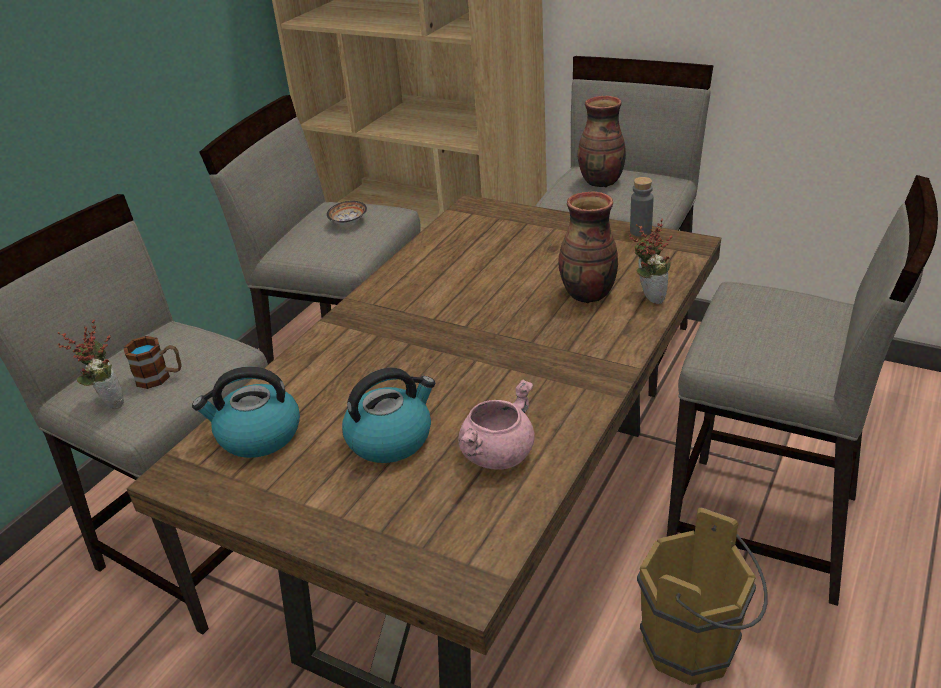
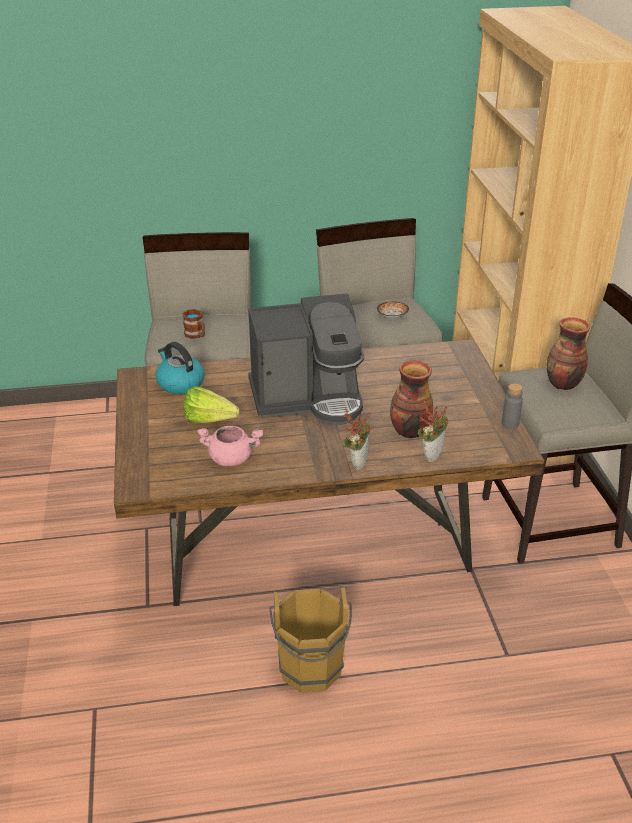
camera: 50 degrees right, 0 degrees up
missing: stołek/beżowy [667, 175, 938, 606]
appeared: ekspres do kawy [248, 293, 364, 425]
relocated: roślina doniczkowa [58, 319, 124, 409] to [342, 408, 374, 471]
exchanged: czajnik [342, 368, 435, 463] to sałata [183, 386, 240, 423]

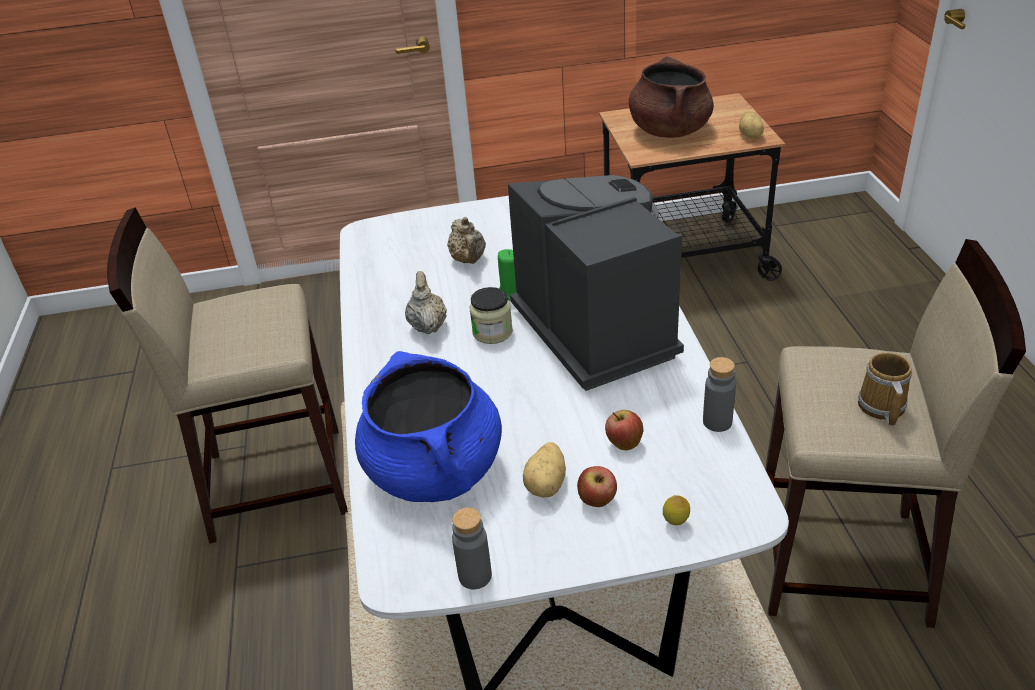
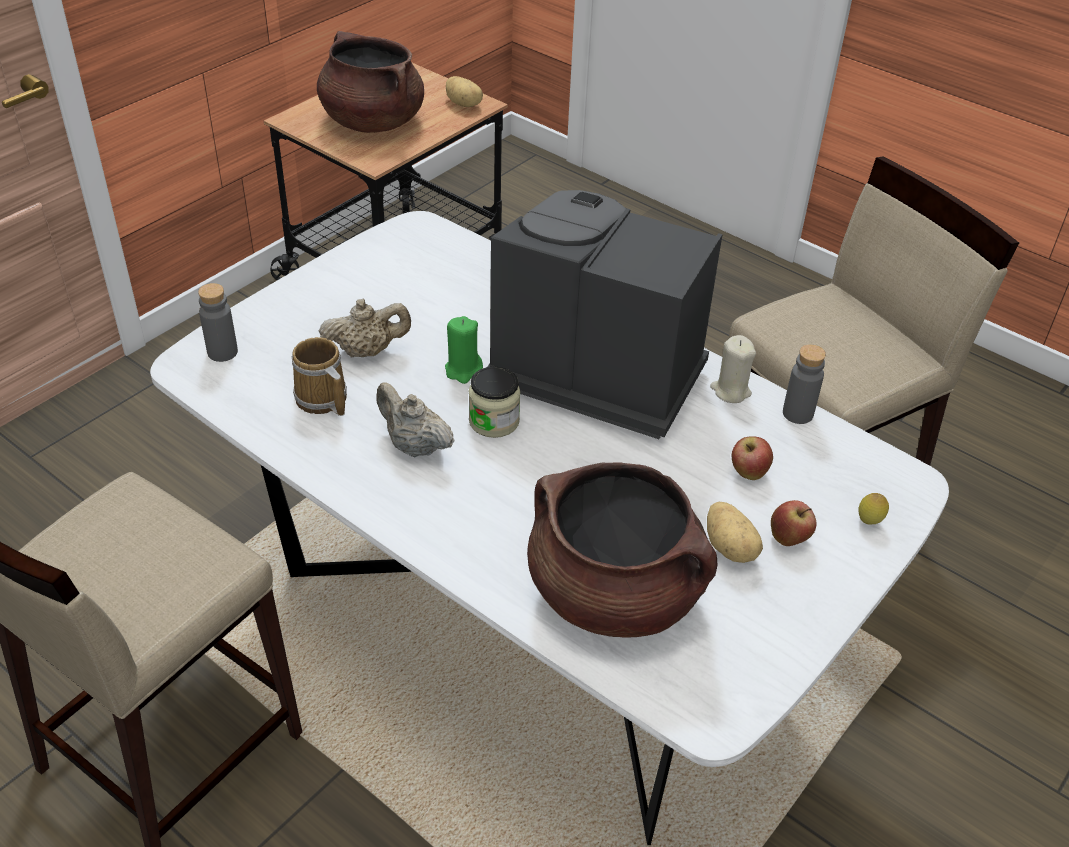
camera: 45 degrees left, 5 degrees up
appeared: świeca/beżowy [710, 335, 756, 403]
relocated: butelka/szary [452, 507, 492, 589] to [198, 283, 238, 362]; kubek [858, 352, 912, 426] to [292, 337, 347, 416]
colour: garnek/niebieski [355, 351, 502, 502] to garnek/brązowy [527, 463, 717, 638]
spun: imbryk/beżowy [447, 217, 486, 264] = [319, 299, 411, 358] 45 degrees counterclockwise

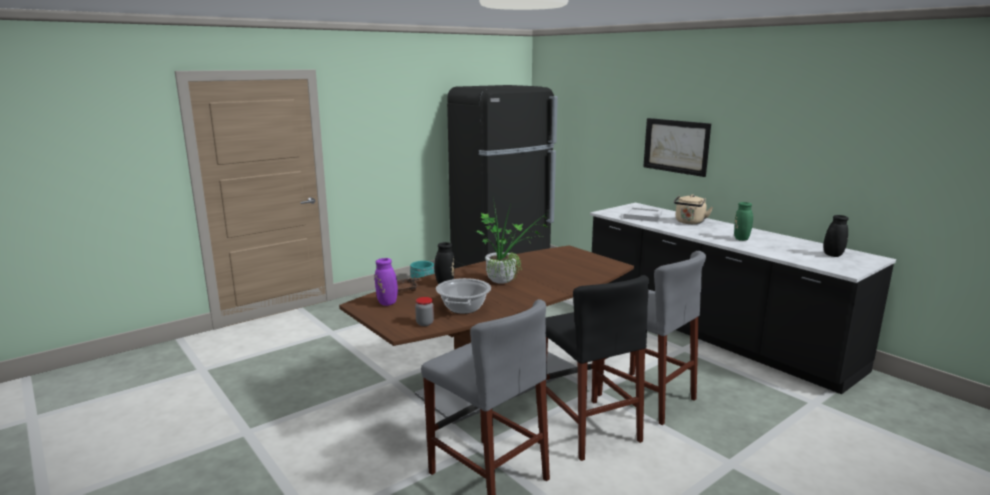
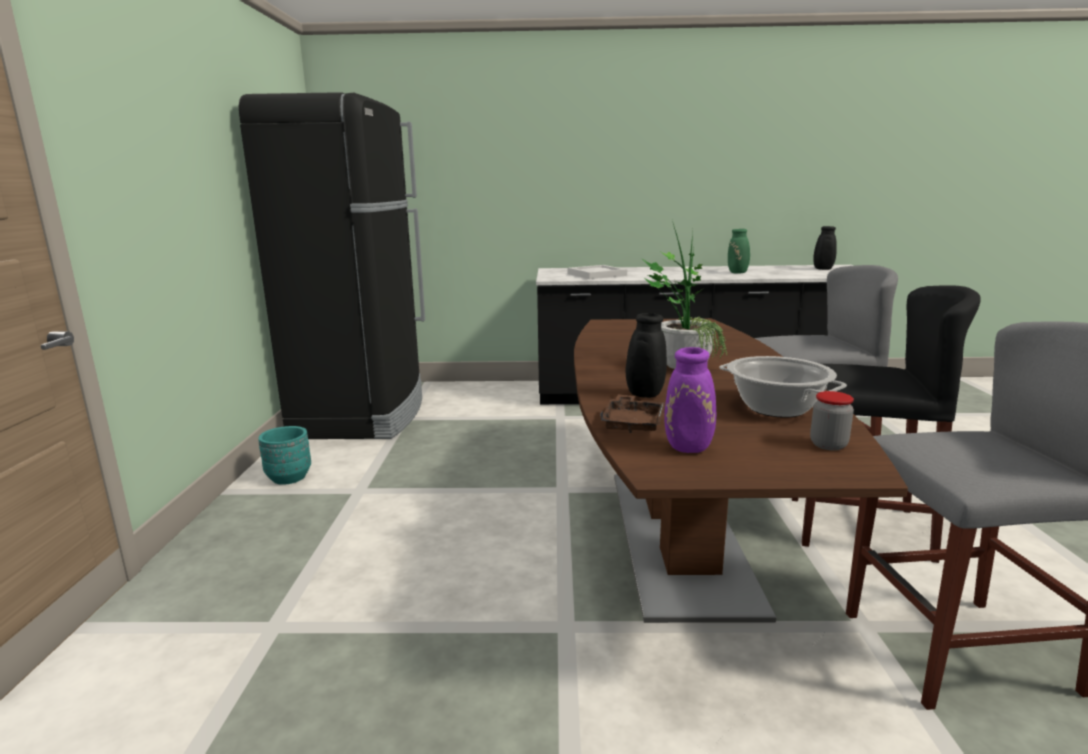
camera: 50 degrees left, 0 degrees up
missing: obraz [643, 118, 711, 177]; czajnik/beżowy [674, 195, 713, 224]

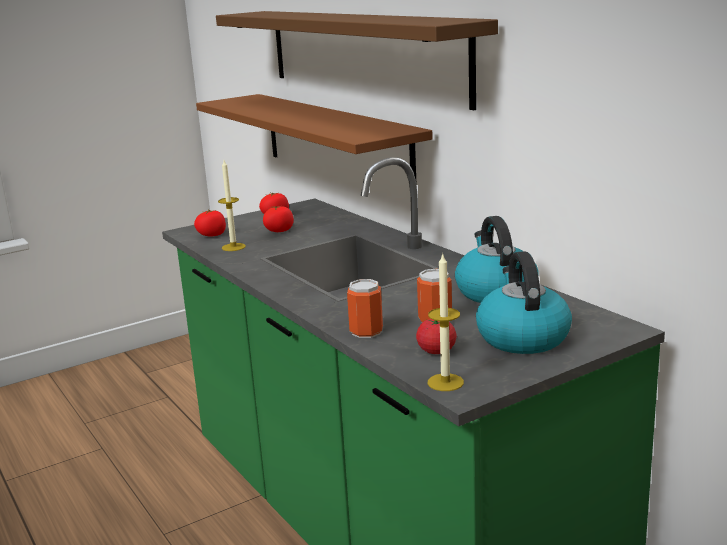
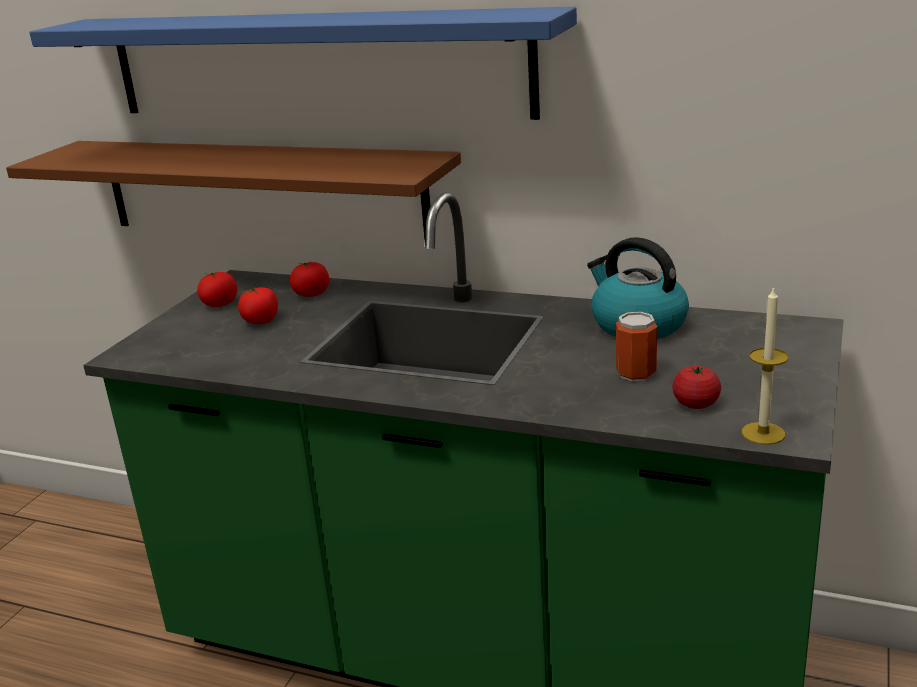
camera: 35 degrees left, 5 degrees up
missing: świeca [218, 160, 246, 251]; puszka [347, 279, 383, 338]; czajnik [476, 251, 572, 354]
relocated: pomidor [194, 209, 226, 236] to [290, 261, 329, 297]
colour: półka/brązowy [216, 11, 498, 110] to półka/niebieski [29, 7, 577, 120]

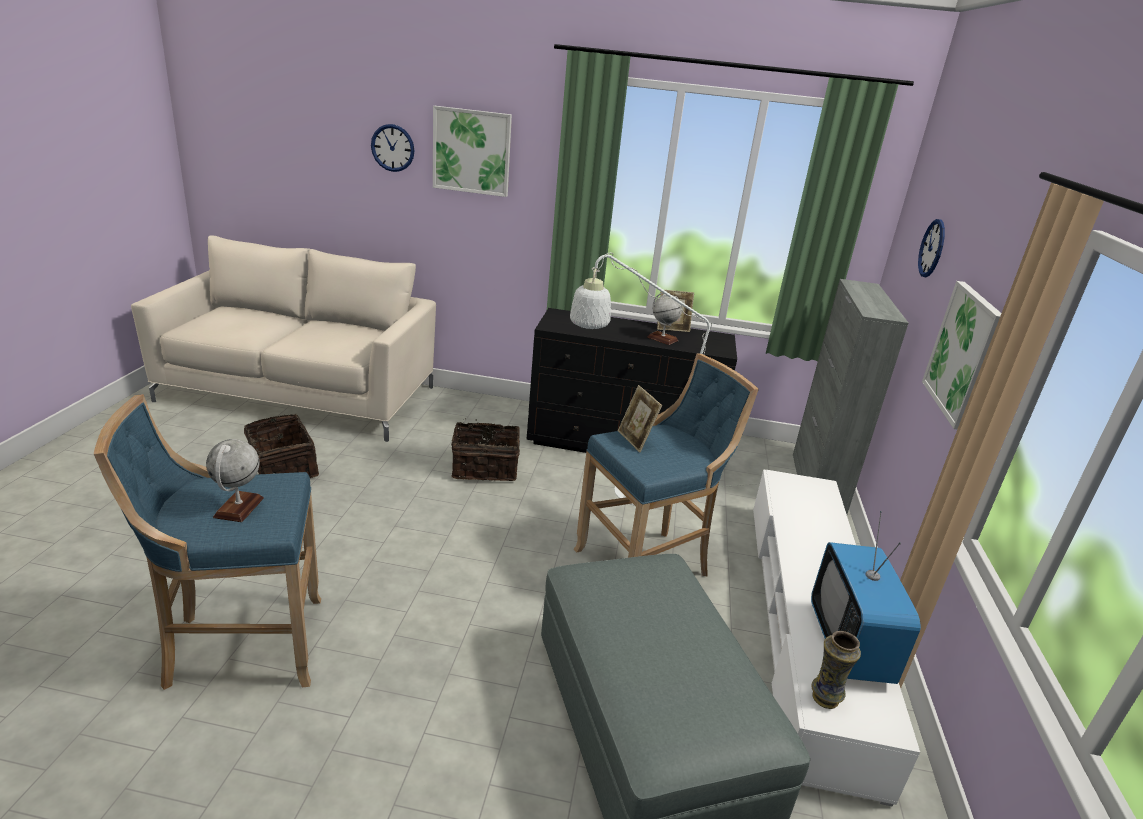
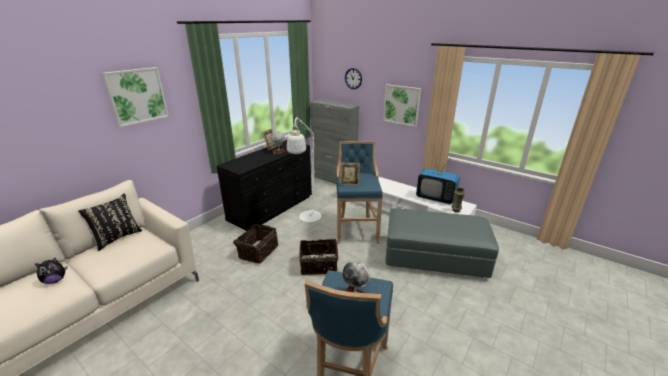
camera: 60 degrees left, 0 degrees up
missing: zegar ścienny [371, 124, 415, 172]
appeared: pluszak [35, 258, 68, 284]; poduszka/czarny [79, 194, 142, 251]
relocated: koszyk [244, 414, 319, 478] to [299, 239, 338, 275]

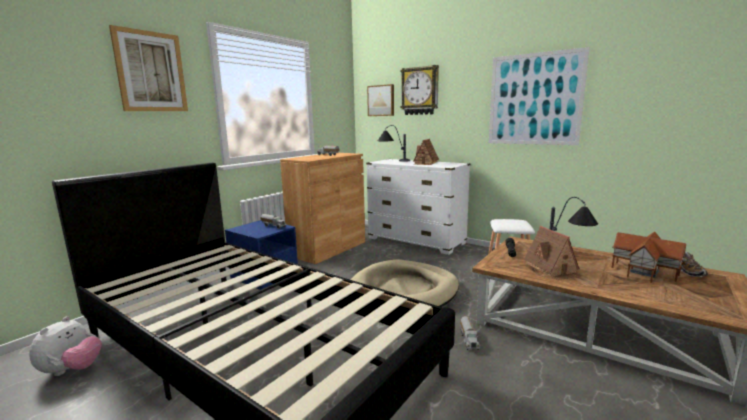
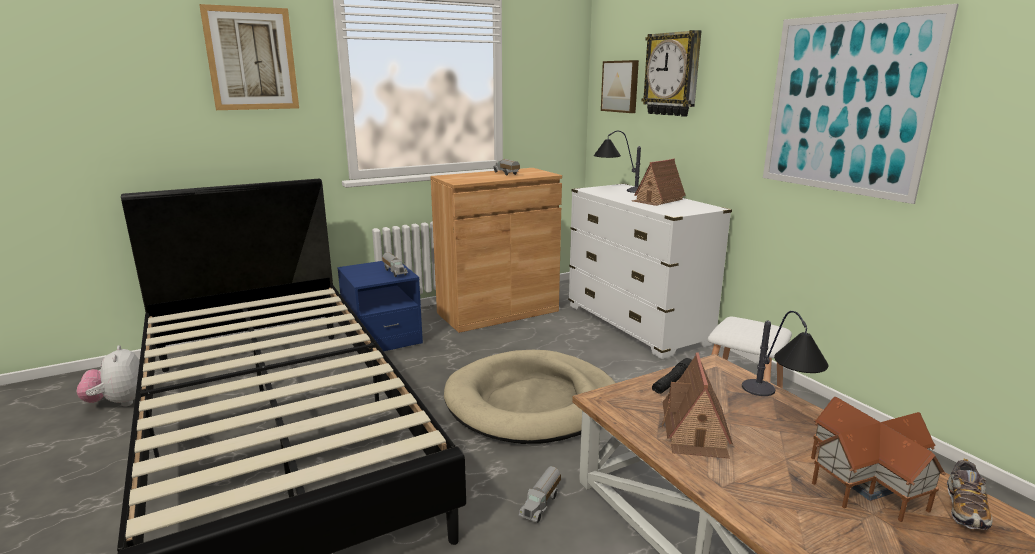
camera: 25 degrees right, 5 degrees up
spun: pluszak [29, 317, 102, 376] = [77, 345, 140, 407] 120 degrees clockwise

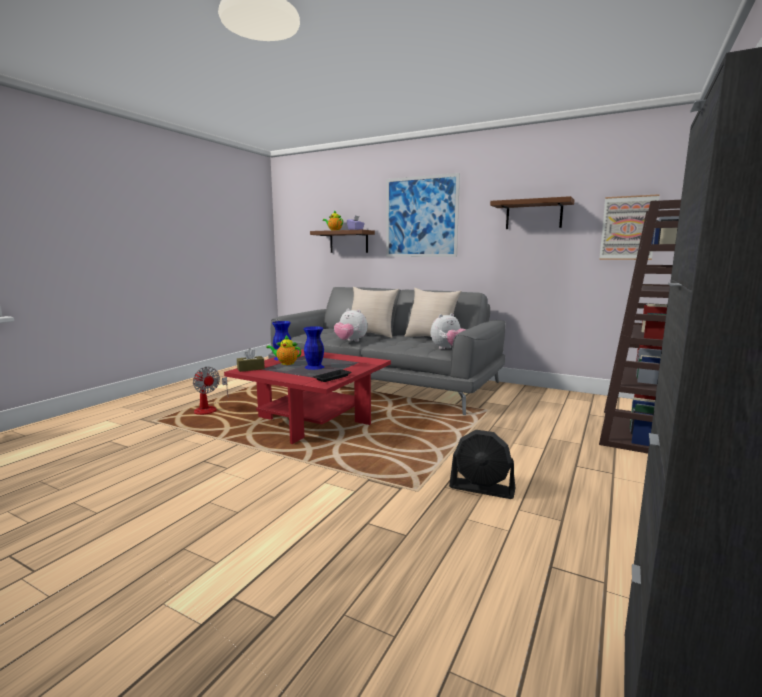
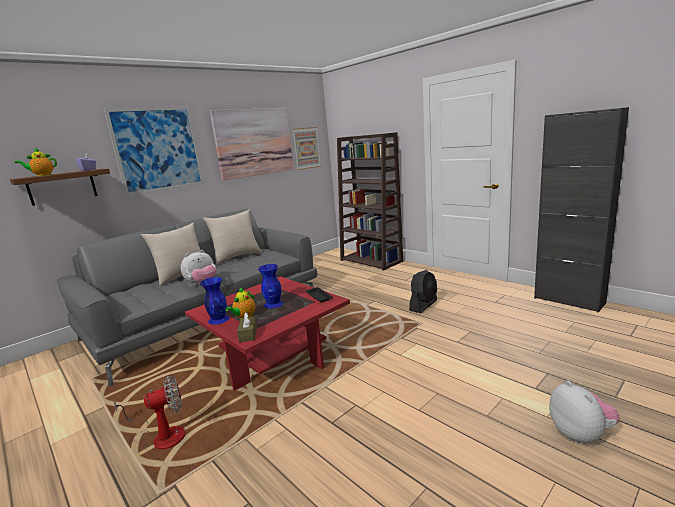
camera: 70 degrees left, 5 degrees up
relocated: pluszak [431, 313, 465, 349] to [549, 381, 620, 444]
exchanged: półka/brązowy [490, 196, 574, 229] to obraz [210, 108, 294, 181]

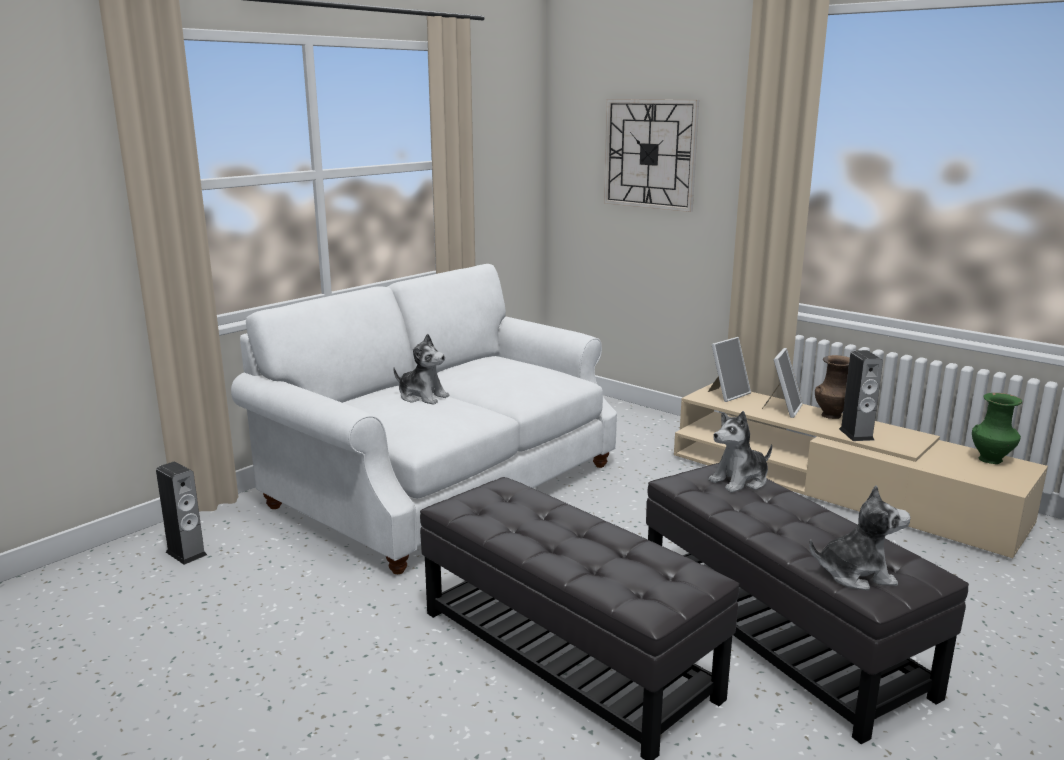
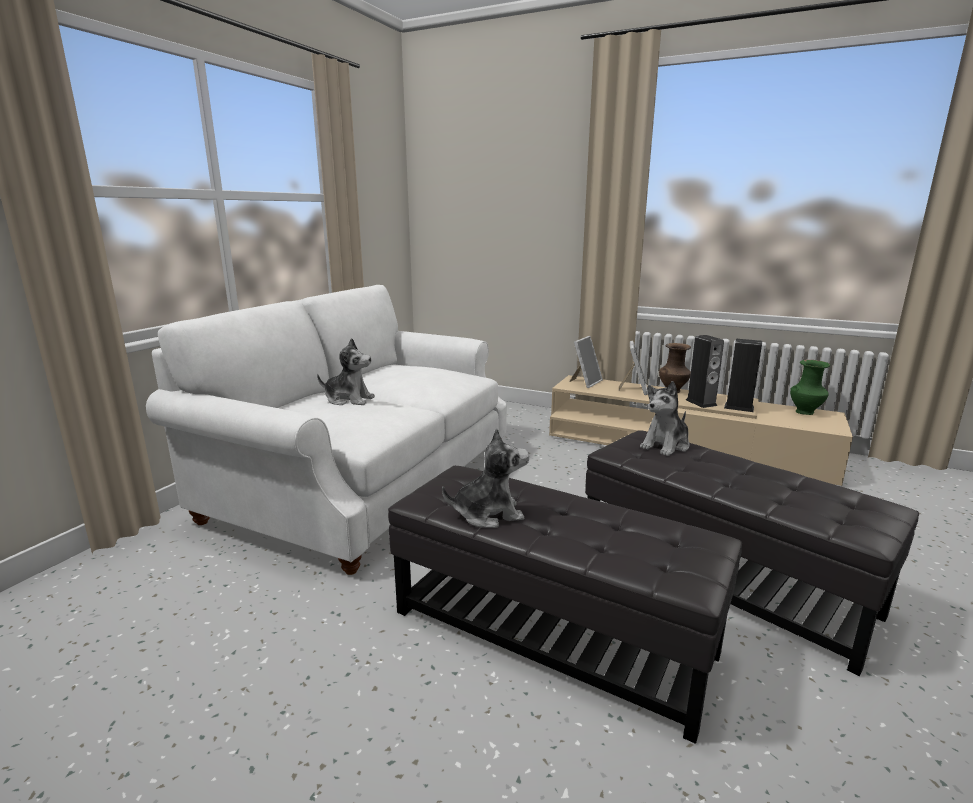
camera: 15 degrees left, 0 degrees up
missing: zegar ścienny [604, 99, 699, 212]
relocated: głośnik [156, 462, 207, 565] to [724, 339, 762, 412]; pluszak [809, 485, 910, 590] to [442, 428, 529, 528]

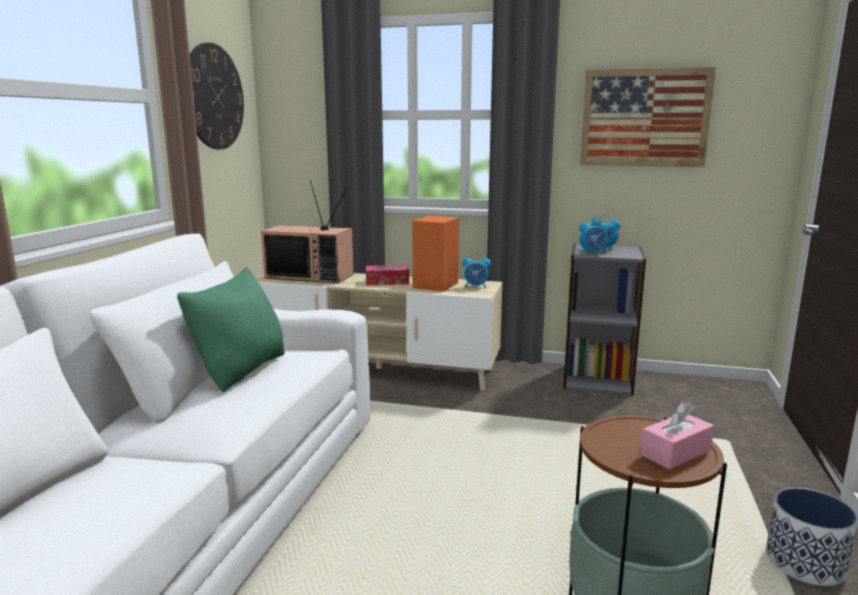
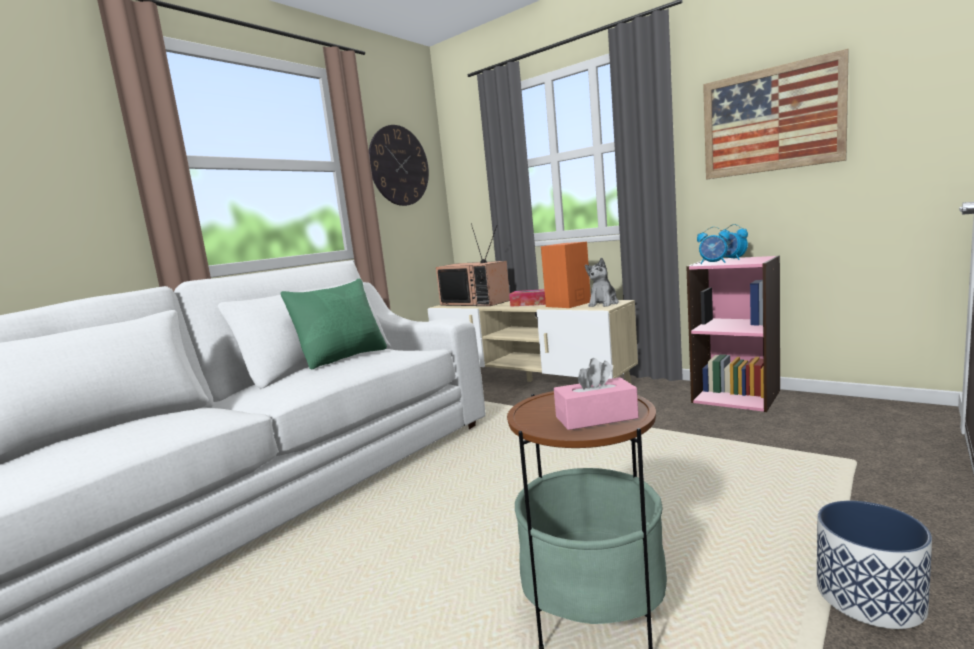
camera: 25 degrees right, 5 degrees down
exchanged: budzik [463, 253, 491, 288] to pluszak [585, 258, 619, 307]
colour: regał/szary [563, 244, 646, 396] to regał/różowy [686, 256, 780, 412]

